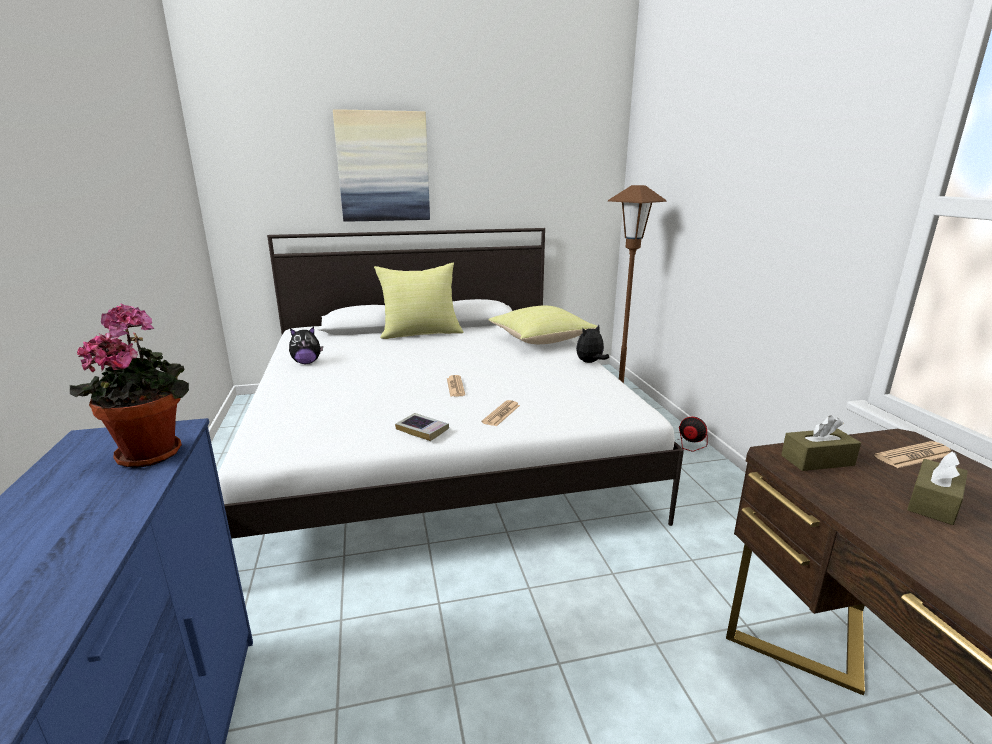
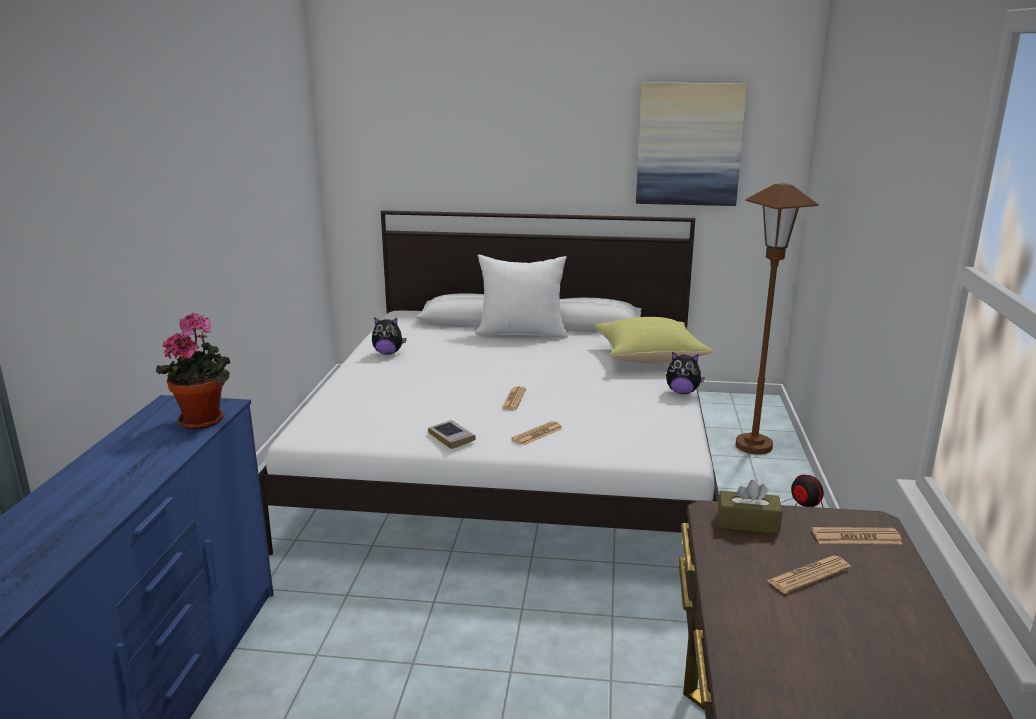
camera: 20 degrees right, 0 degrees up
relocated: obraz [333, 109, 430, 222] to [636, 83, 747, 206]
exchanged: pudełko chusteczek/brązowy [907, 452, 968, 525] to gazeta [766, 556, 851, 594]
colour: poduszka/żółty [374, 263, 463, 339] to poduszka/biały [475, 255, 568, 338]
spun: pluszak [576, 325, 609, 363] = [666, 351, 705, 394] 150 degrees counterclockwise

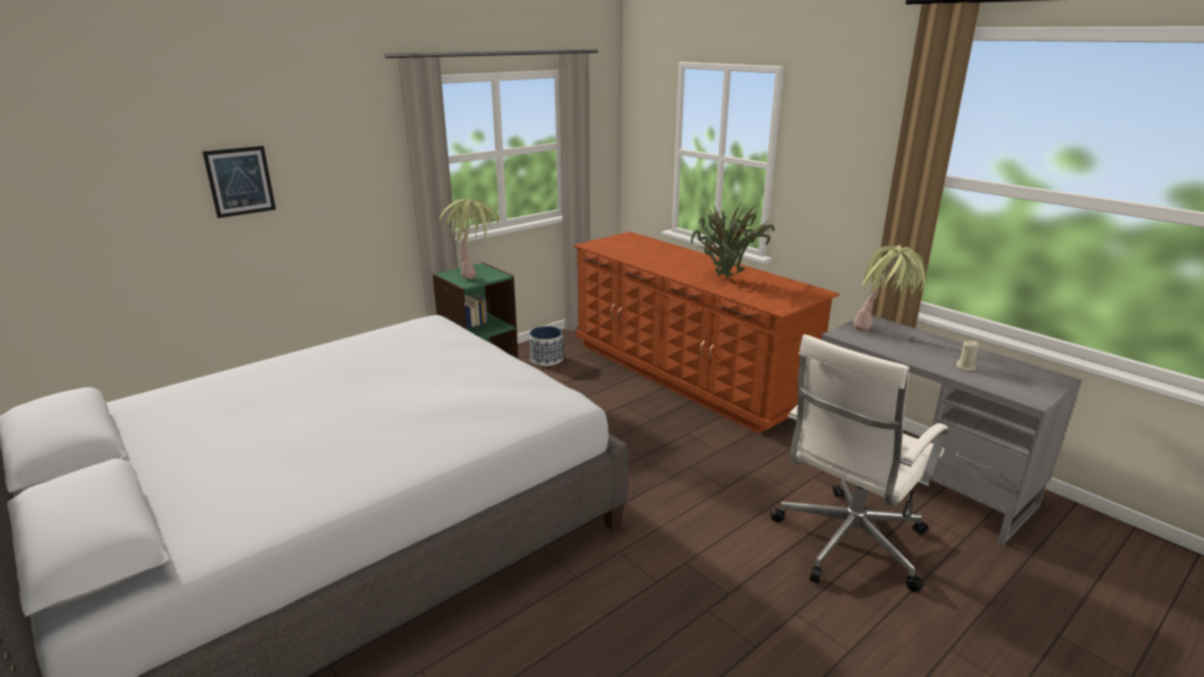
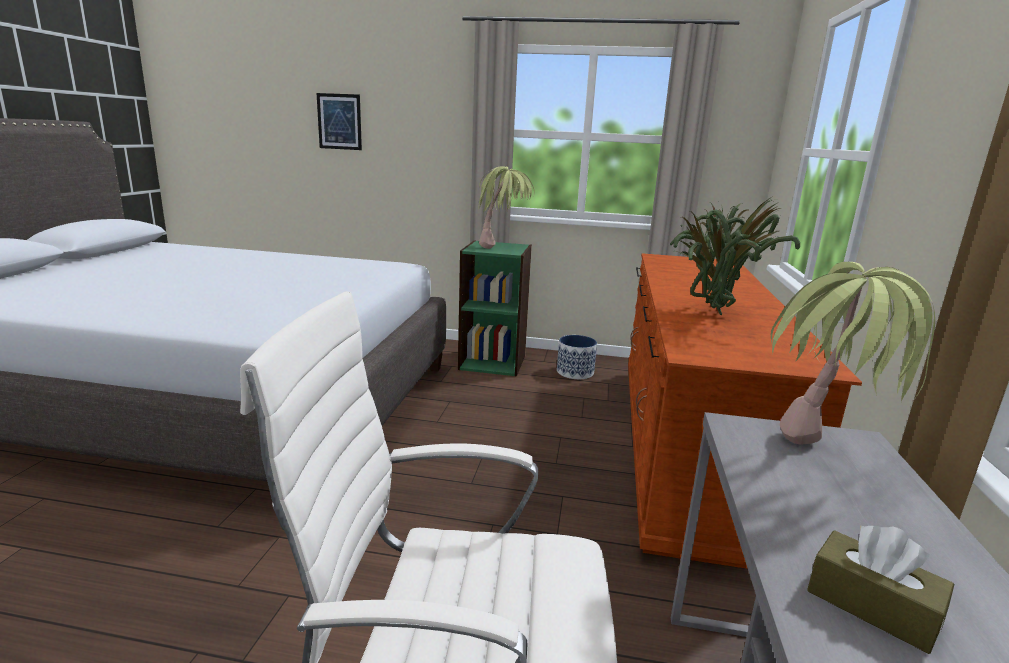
camera: 50 degrees right, 5 degrees down
exchanged: świeca/beżowy [956, 340, 979, 371] to pudełko chusteczek/brązowy [807, 525, 955, 654]

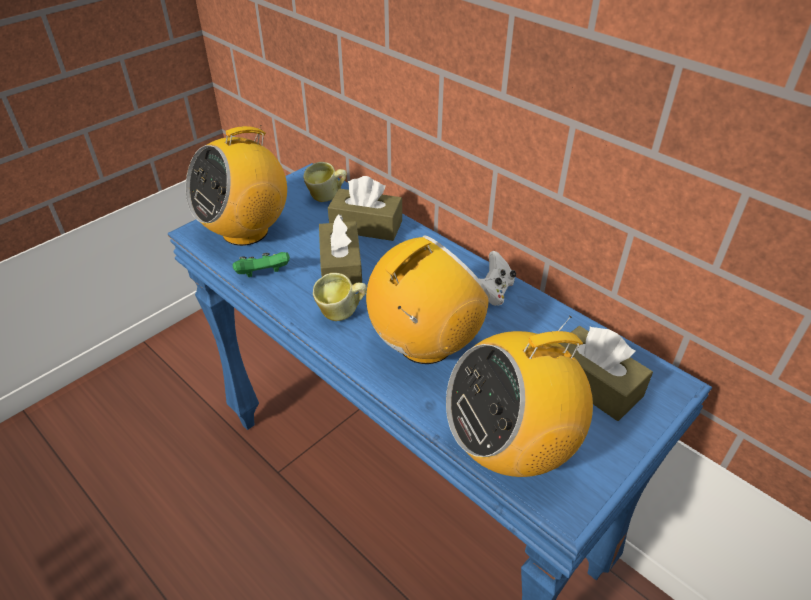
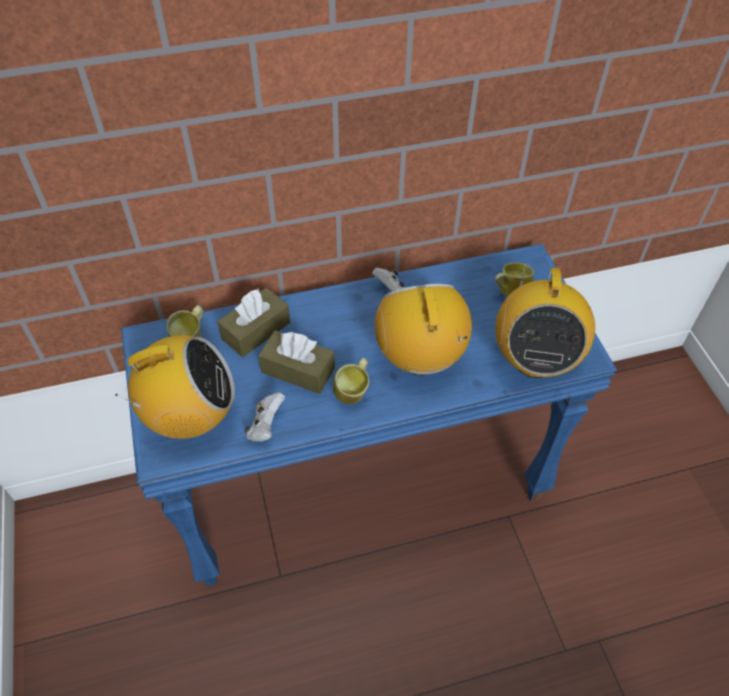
camera: 60 degrees left, 10 degrees up
exchanged: pudełko chusteczek/brązowy [559, 326, 653, 421] to kubek [494, 263, 534, 296]
colour: pad do gier/zielony [233, 252, 290, 277] to pad do gier/biały [245, 392, 285, 441]
spun: radio [186, 125, 287, 246] = [115, 335, 235, 439] 90 degrees counterclockwise

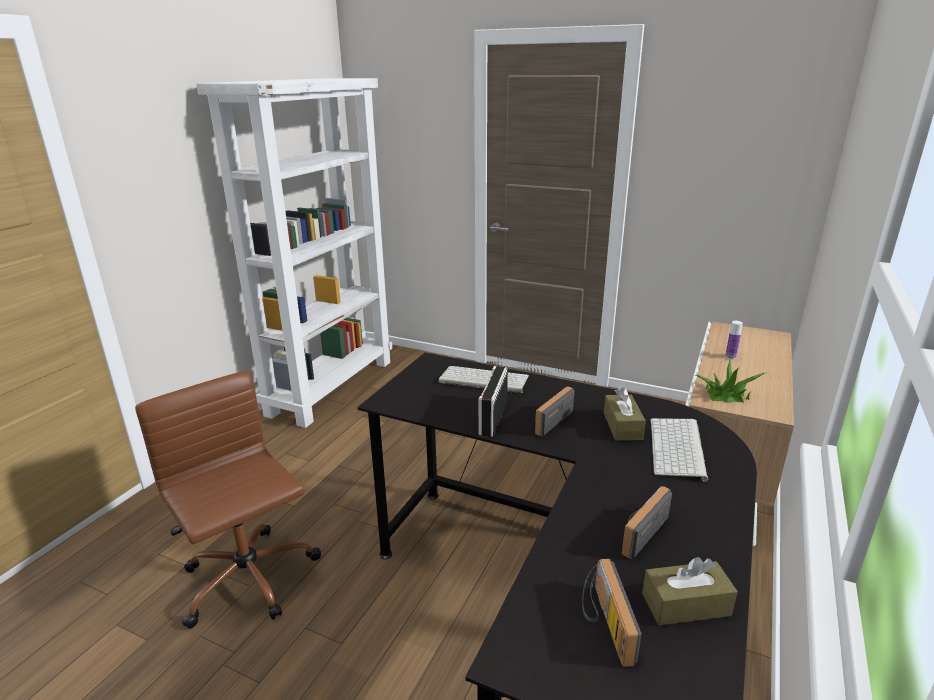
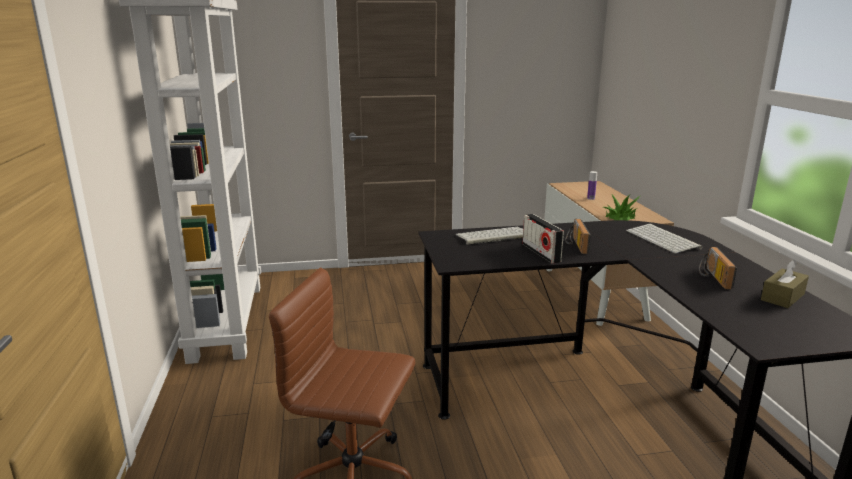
camera: 35 degrees left, 5 degrees down
missing: radio [582, 559, 642, 667]; pudełko chusteczek/brązowy [604, 387, 646, 441]

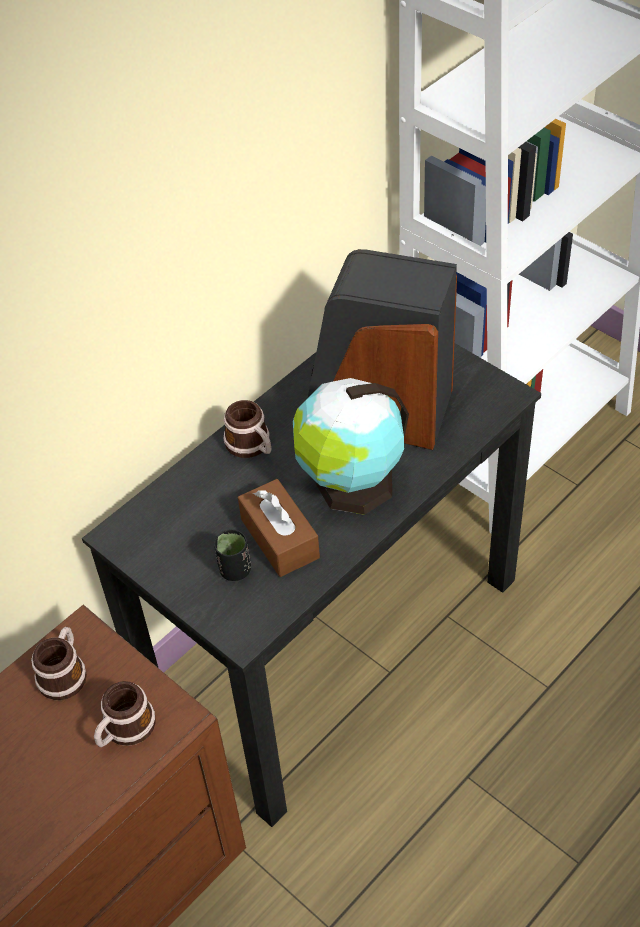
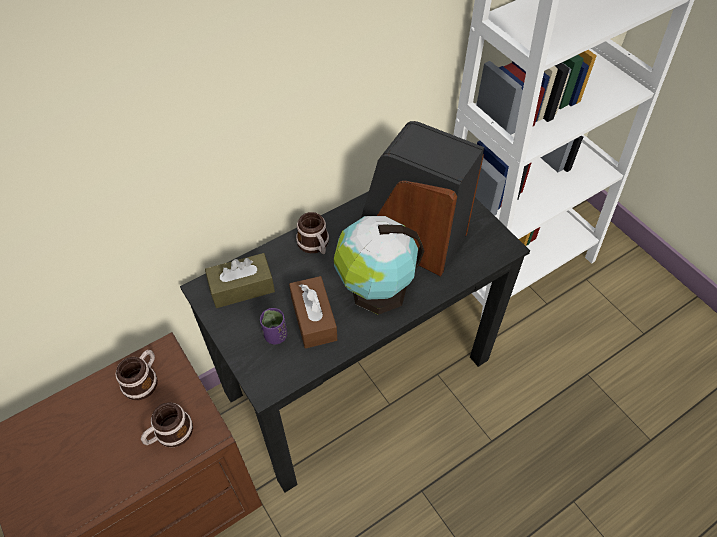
camera: 10 degrees right, 5 degrees up
appeared: pudełko chusteczek/brązowy [205, 253, 275, 308]
colour: filiżanka/czarny [214, 529, 251, 581] to filiżanka/fioletowy [260, 308, 287, 344]

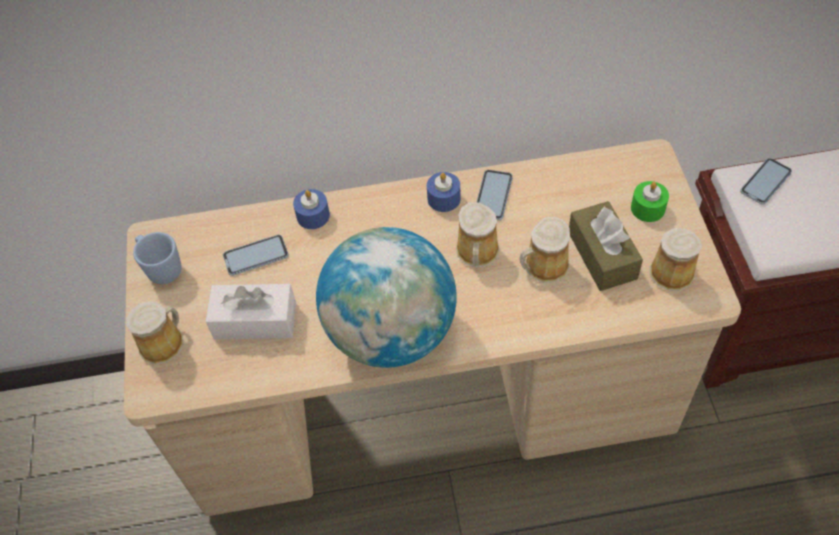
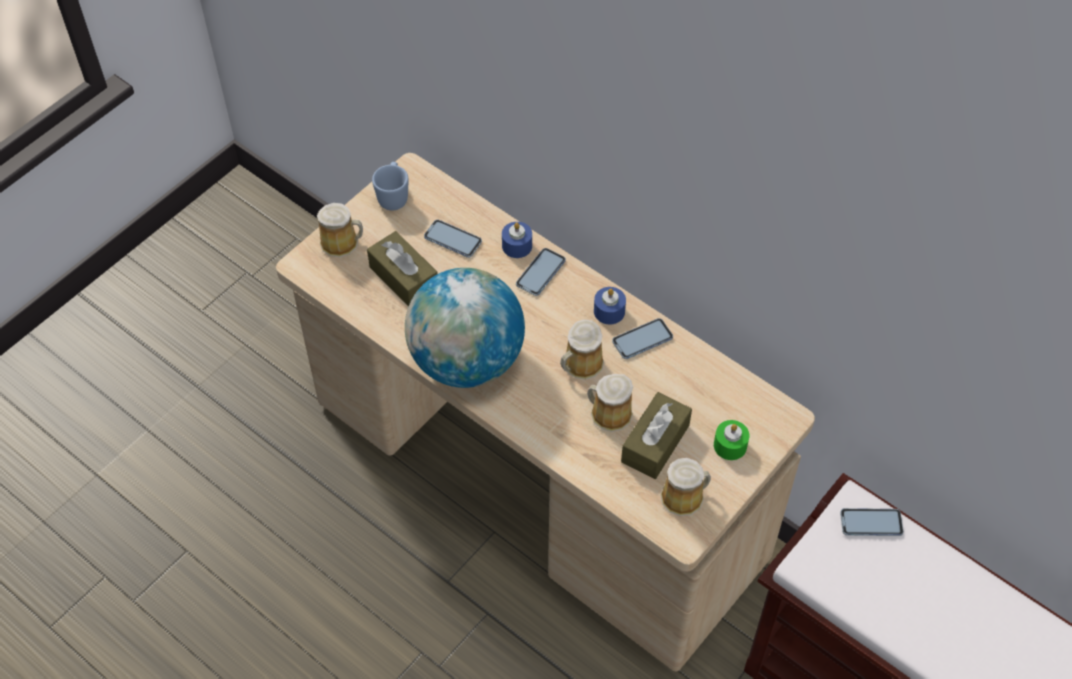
camera: 45 degrees right, 0 degrees up
appeared: telefon [516, 248, 566, 296]
colour: pudełko chusteczek/biały [206, 284, 296, 339] to pudełko chusteczek/brązowy [367, 231, 438, 307]

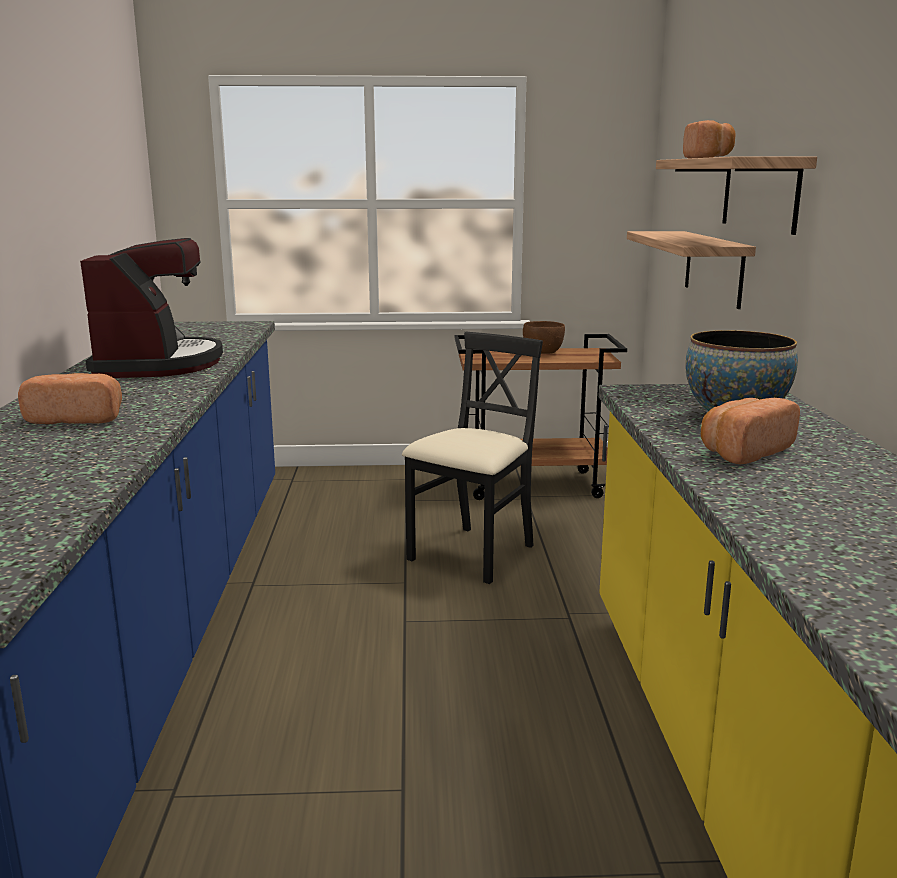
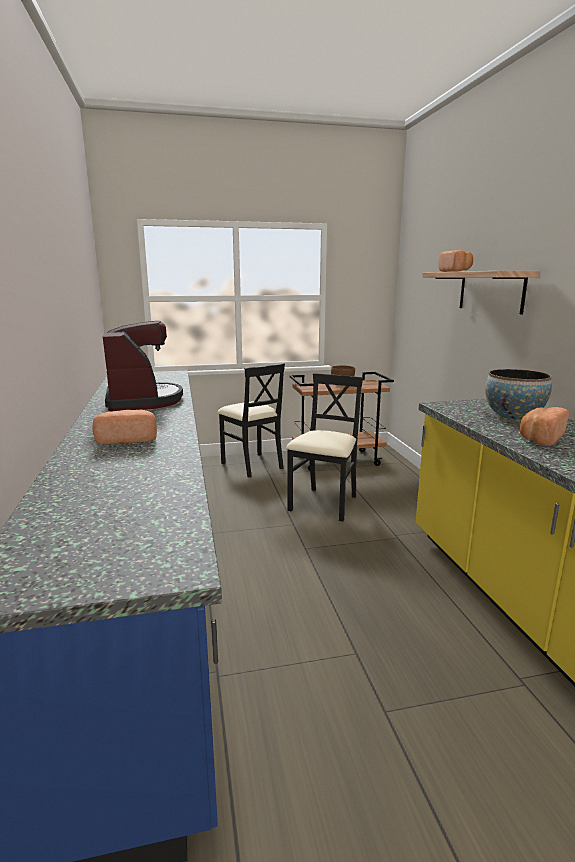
camera: 10 degrees left, 0 degrees up
missing: półka [627, 231, 756, 309]
appeared: krzesło/czarny [217, 363, 285, 477]

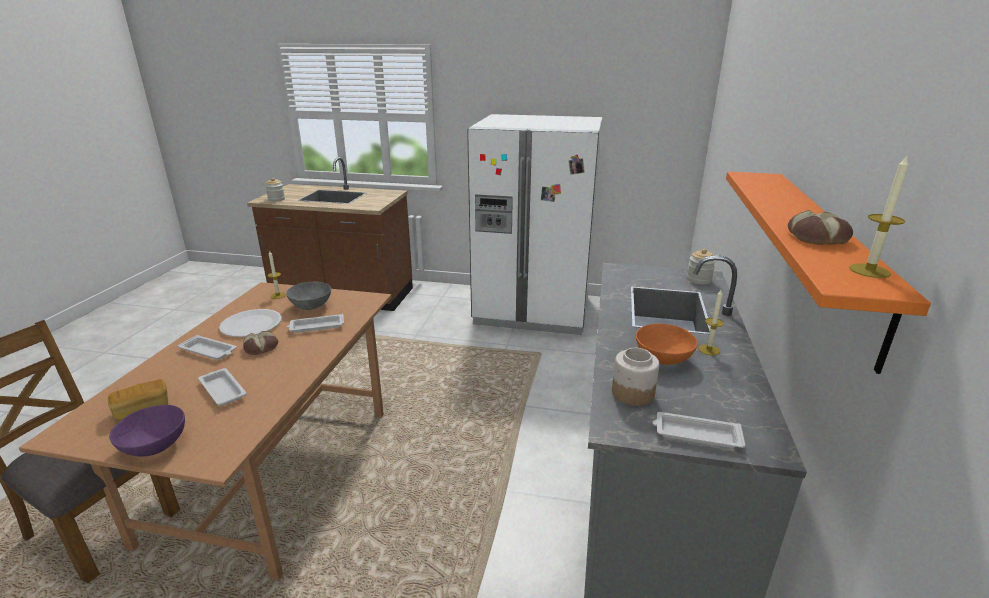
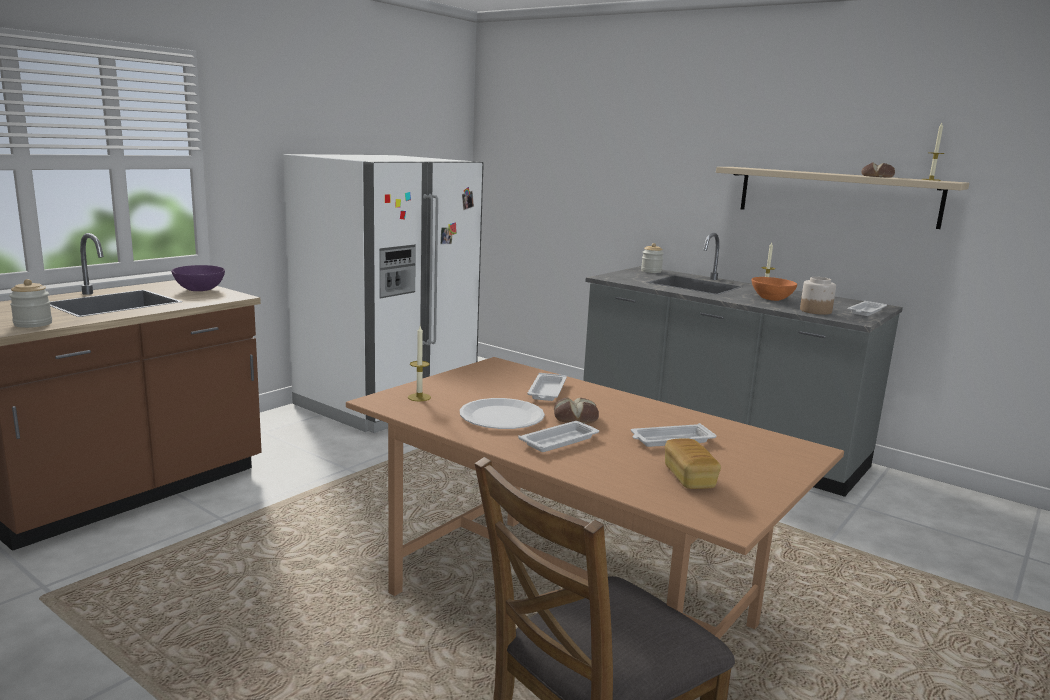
camera: 65 degrees left, 10 degrees down
missing: miska/szary [286, 282, 331, 310]
relocated: miska/fioletowy [109, 405, 185, 457] to [171, 265, 225, 291]
colour: półka/pomarańczowy [726, 172, 931, 374] to półka/beżowy [716, 167, 969, 229]

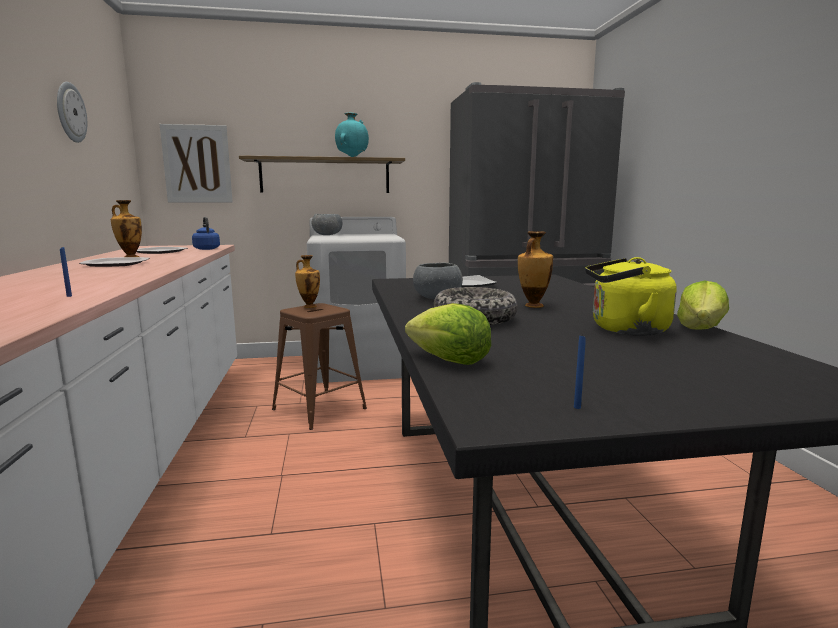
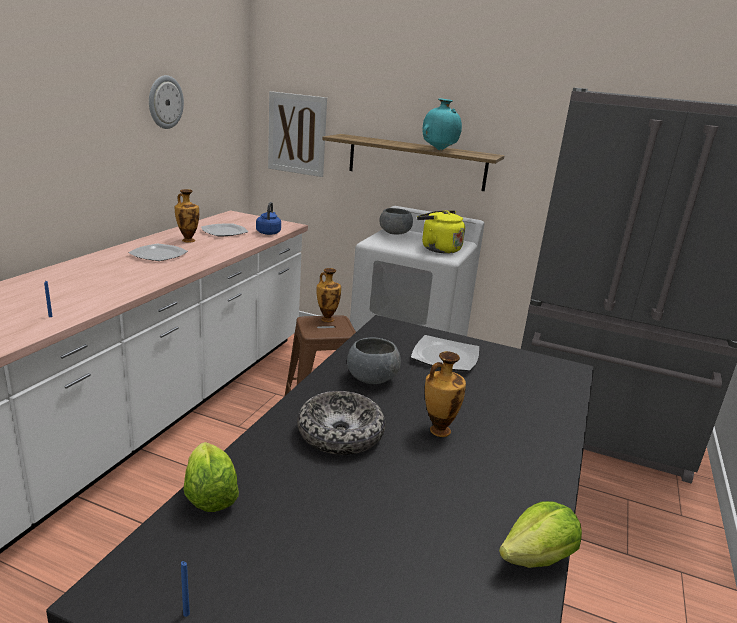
camera: 30 degrees right, 10 degrees up
relocated: czajnik/żółty [585, 257, 677, 336] to [417, 210, 465, 254]

